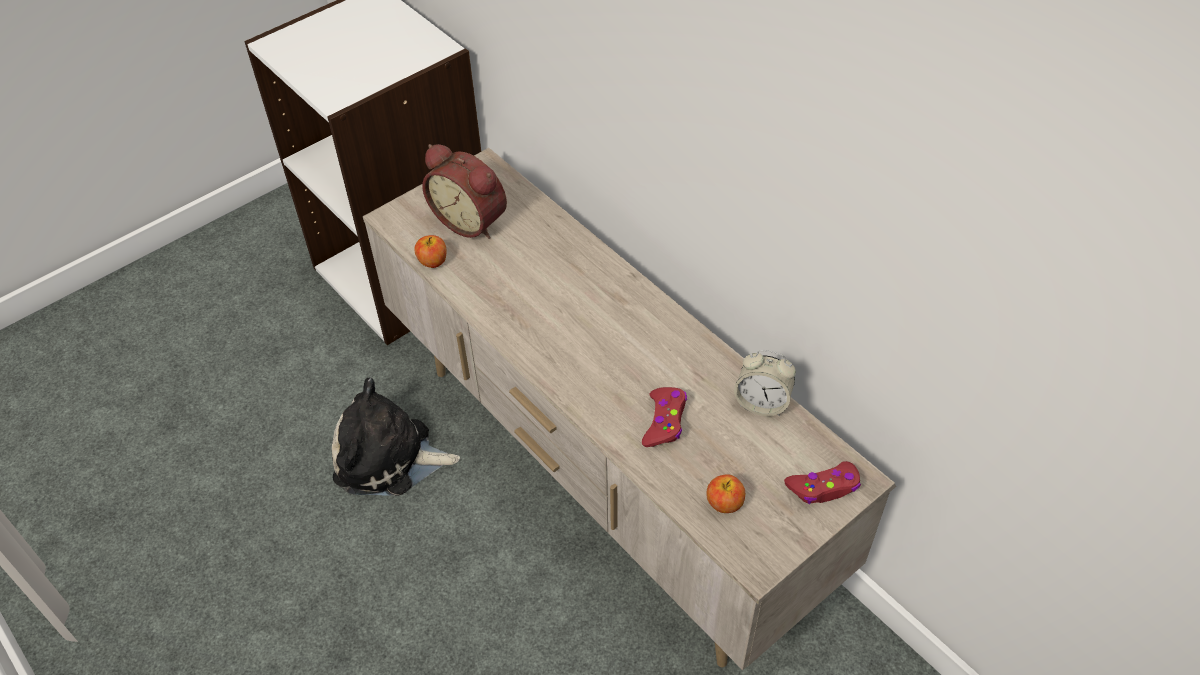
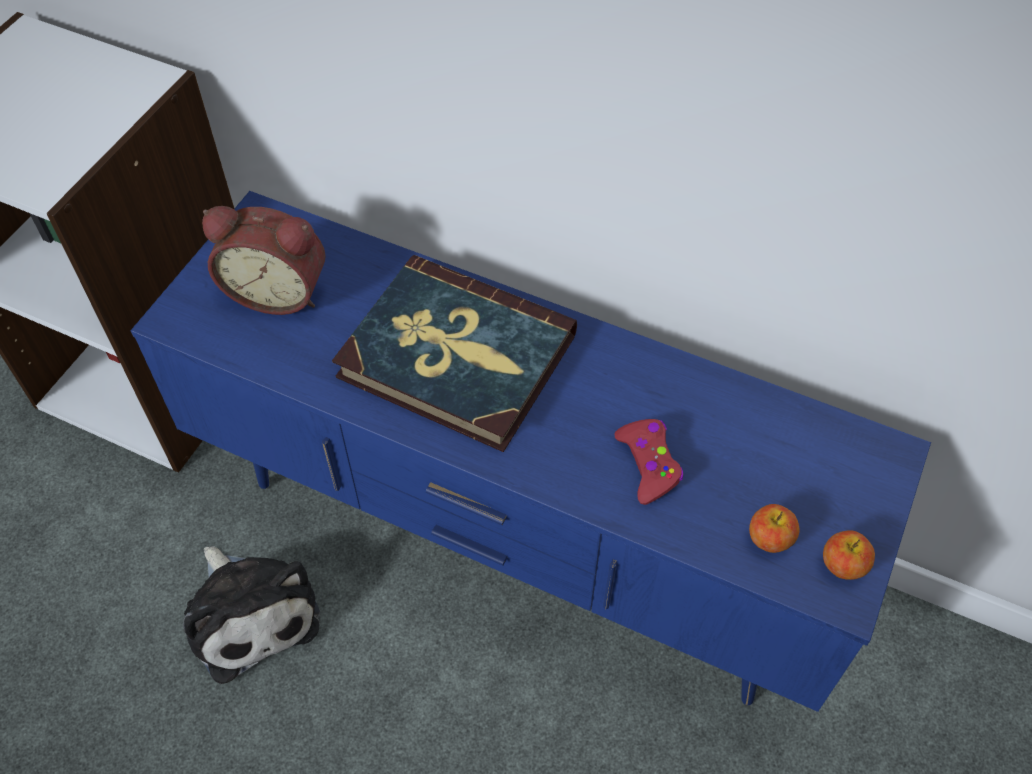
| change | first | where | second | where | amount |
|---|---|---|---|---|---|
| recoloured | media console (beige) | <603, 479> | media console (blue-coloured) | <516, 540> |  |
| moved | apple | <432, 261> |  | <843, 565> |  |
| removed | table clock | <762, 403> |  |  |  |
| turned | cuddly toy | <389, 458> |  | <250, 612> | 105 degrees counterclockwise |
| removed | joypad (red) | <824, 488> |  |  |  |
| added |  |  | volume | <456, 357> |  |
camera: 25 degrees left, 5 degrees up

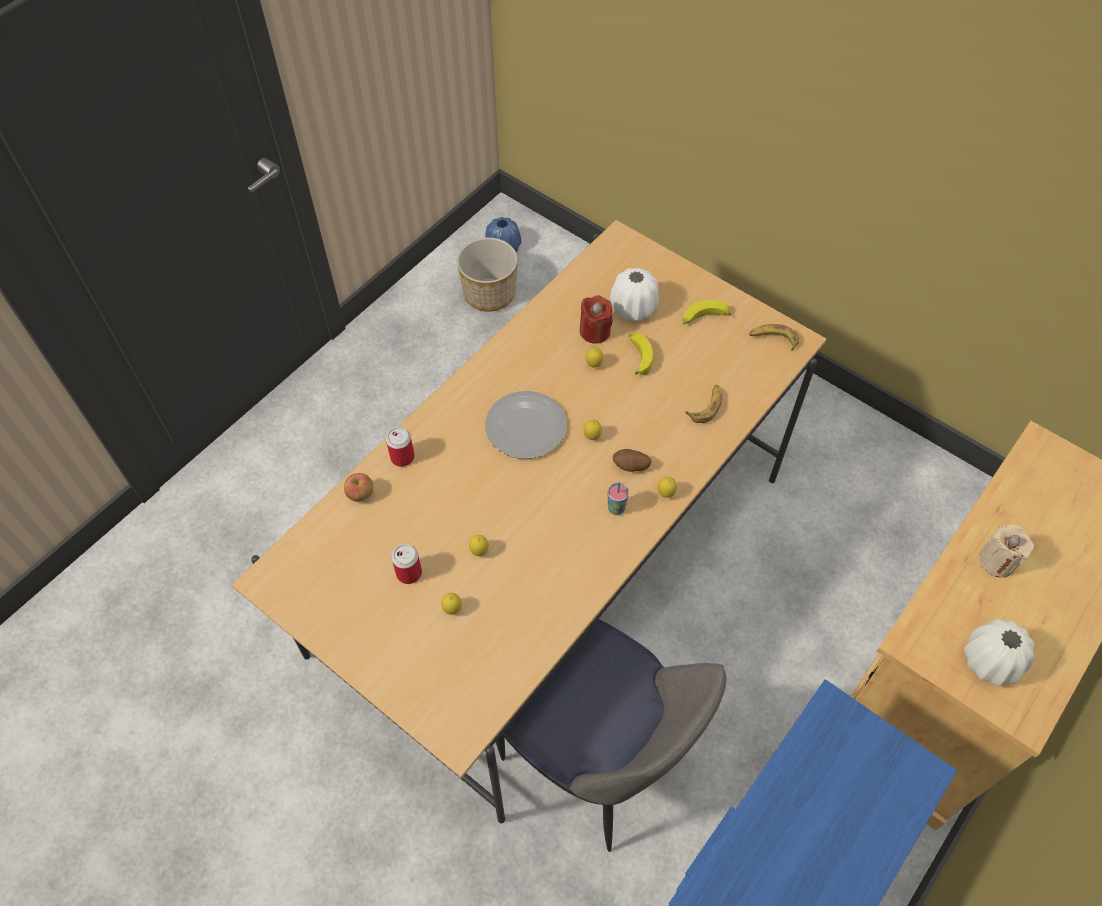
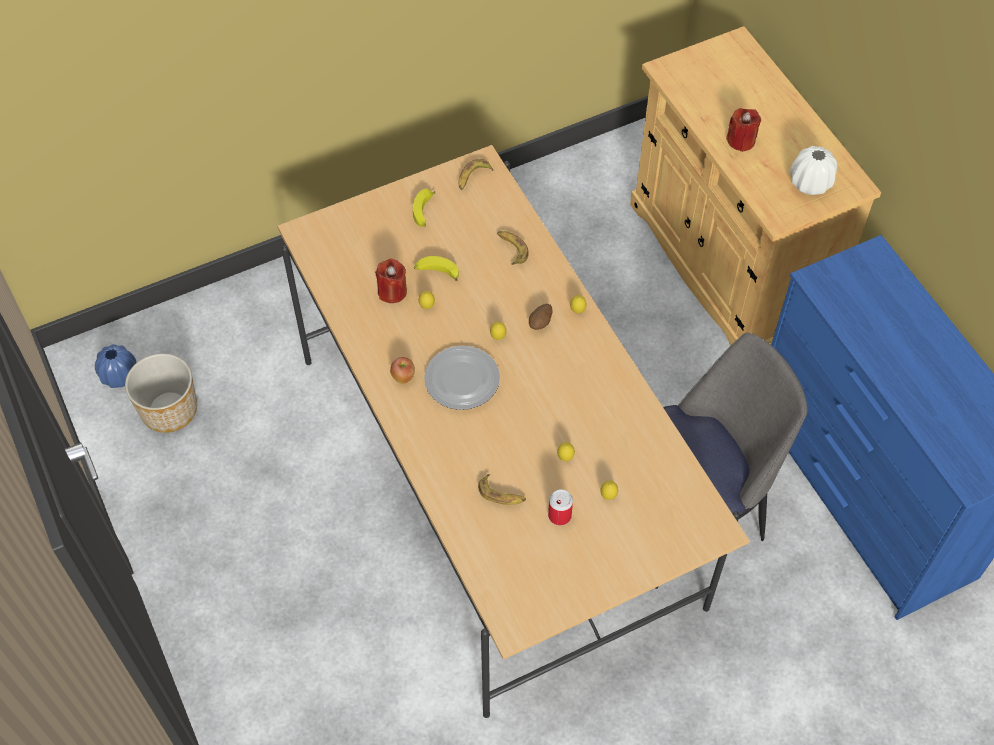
| change | first | where | second | where | amount |
|---|---|---|---|---|---|
| removed | decorative vase (white-coloured) | <633, 308> |  |  |  |
| removed | can | <402, 457> |  |  |  |
| moved | apple | <361, 495> |  | <403, 377> |  |
| removed | drinking cup | <616, 508> |  |  |  |
| recoloured | candle (beige) | <997, 561> | candle (red) | <741, 141> |  |
| added |  |  | banana fruit | <501, 494> |  |
camera: 65 degrees left, 0 degrees up

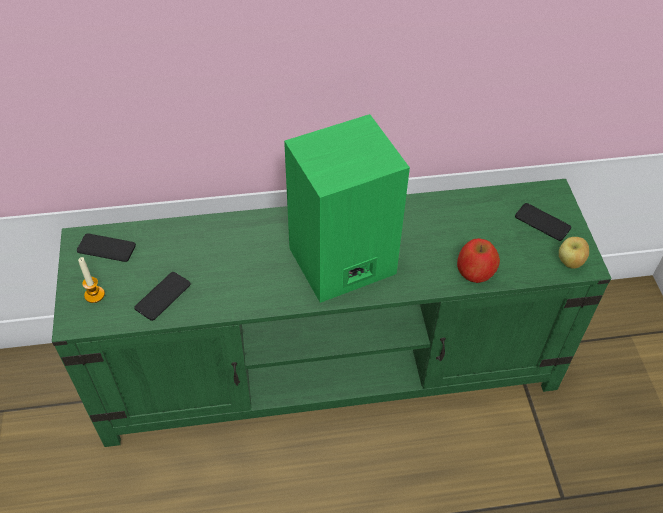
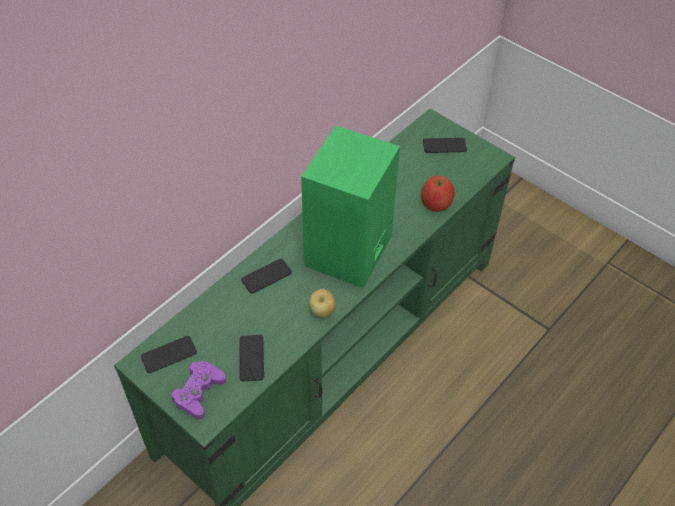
| change | first | where | second | where | amount |
|---|---|---|---|---|---|
| moved | apple | <570, 262> |  | <322, 312> |  |
| replaced | candle | <94, 295> | joypad (purple-coloured) | <199, 393> |  |
| added |  |  | telephone | <266, 276> |  |
camera: 40 degrees left, 0 degrees up

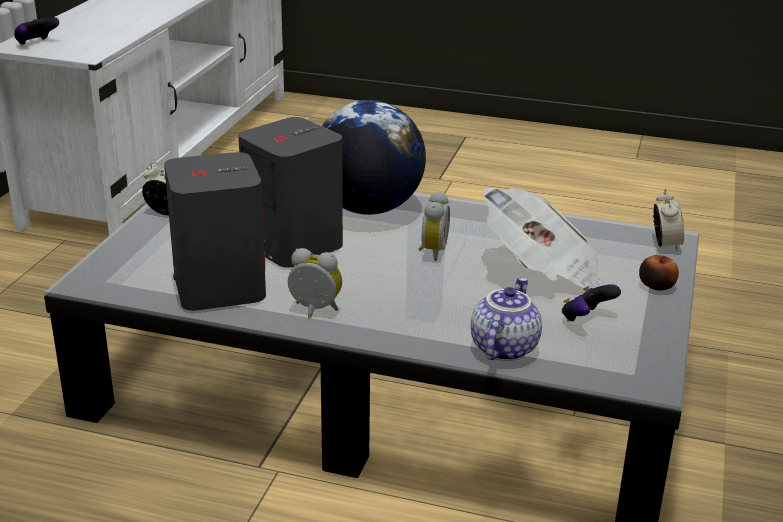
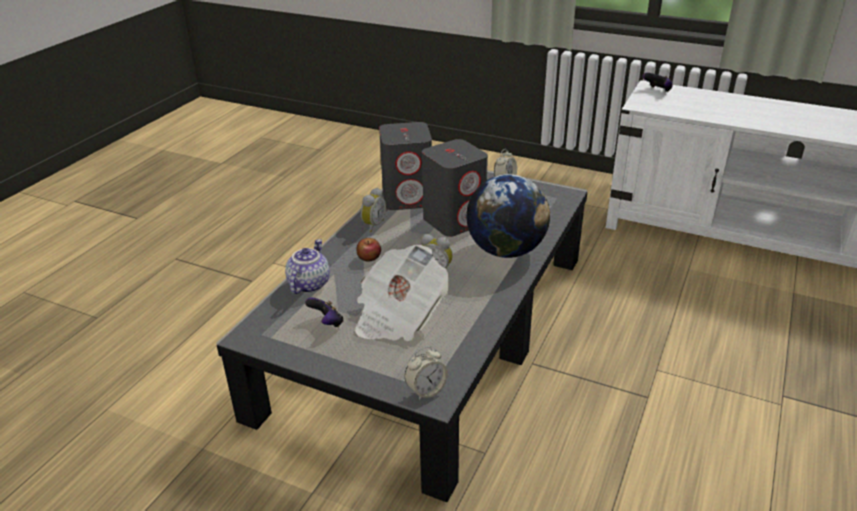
| change | first | where | second | where | amount |
|---|---|---|---|---|---|
| turned | table clock | <665, 244> |  | <426, 390> | 45 degrees counterclockwise |
| moved | apple | <656, 285> |  | <369, 257> |  |
| turned | pot for tea | <502, 347> |  | <308, 284> | 105 degrees counterclockwise |
camera: 100 degrees right, 5 degrees up

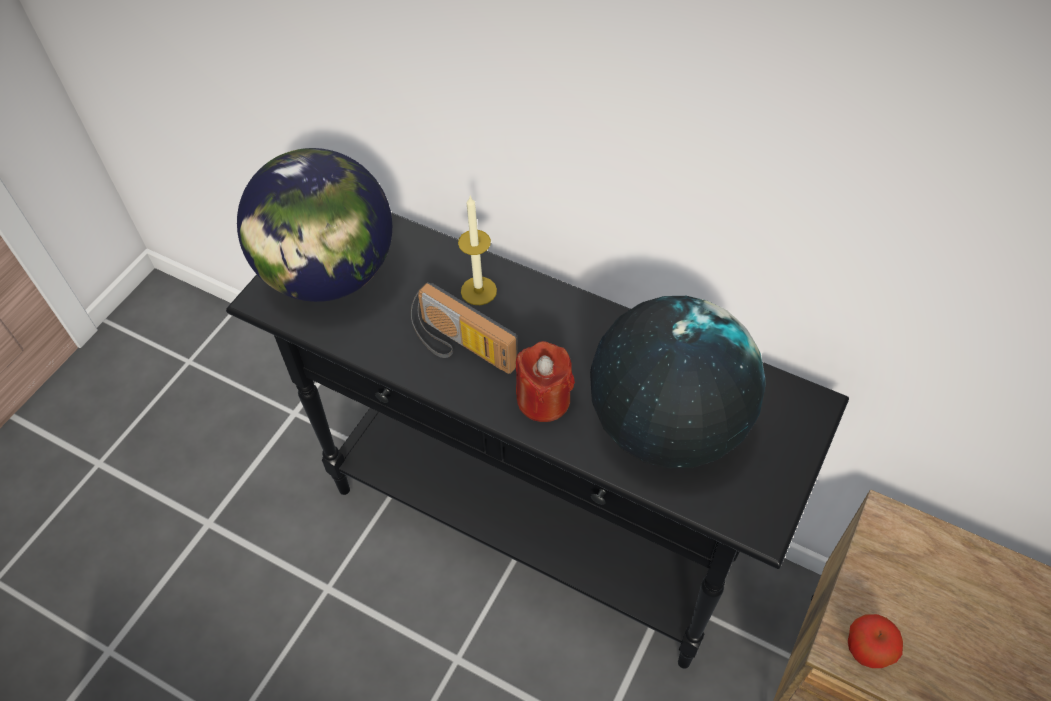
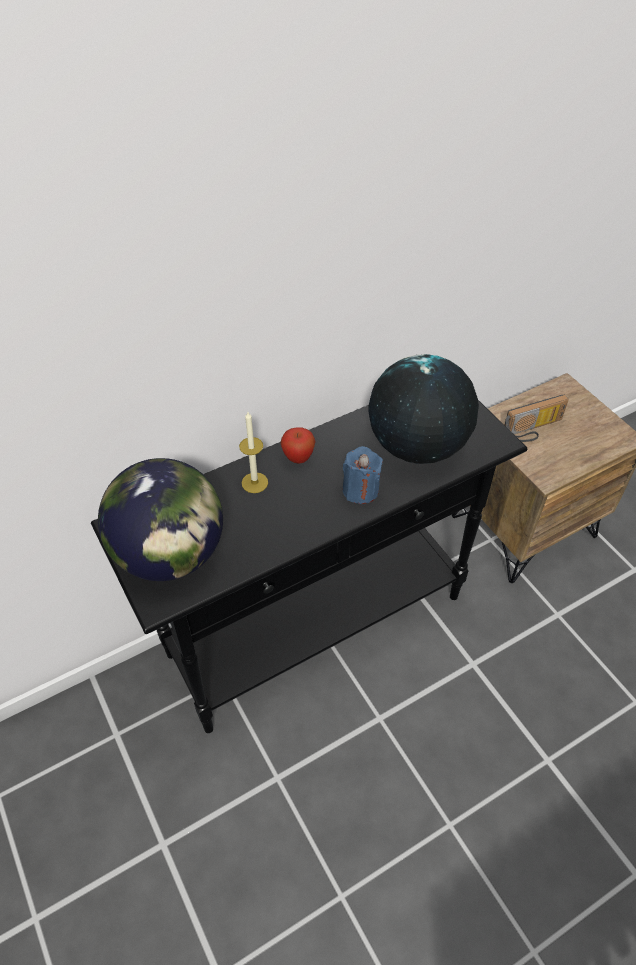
| change | first | where | second | where | amount |
|---|---|---|---|---|---|
| moved | radio set | <459, 348> |  | <533, 430> |  |
| recoloured | candle (red) | <543, 399> | candle (blue-coloured) | <360, 490> |  |
| moved | apple | <865, 652> |  | <298, 458> |  |
camera: 60 degrees left, 5 degrees down

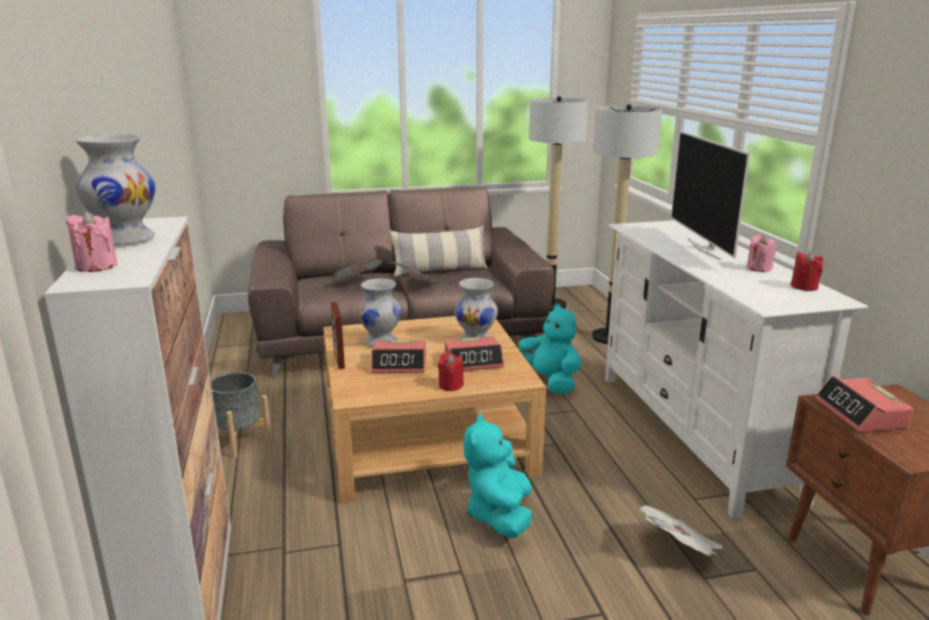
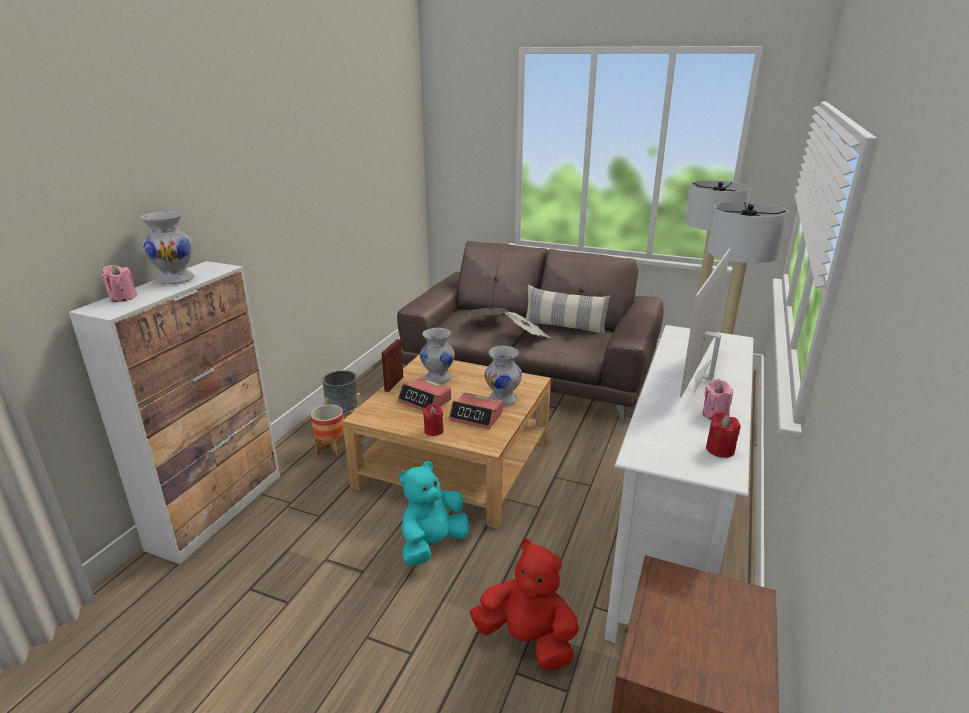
| change | first | where | second | where | amount |
|---|---|---|---|---|---|
| removed | cuddly toy (turquoise-coloured) | <548, 382> |  |  |  |
| removed | table clock | <861, 414> |  |  |  |
| replaced | daily paper | <680, 549> | cuddly toy (red) | <527, 640> |  |
| added |  |  | planter | <331, 448> |  |
camera: 35 degrees right, 5 degrees up

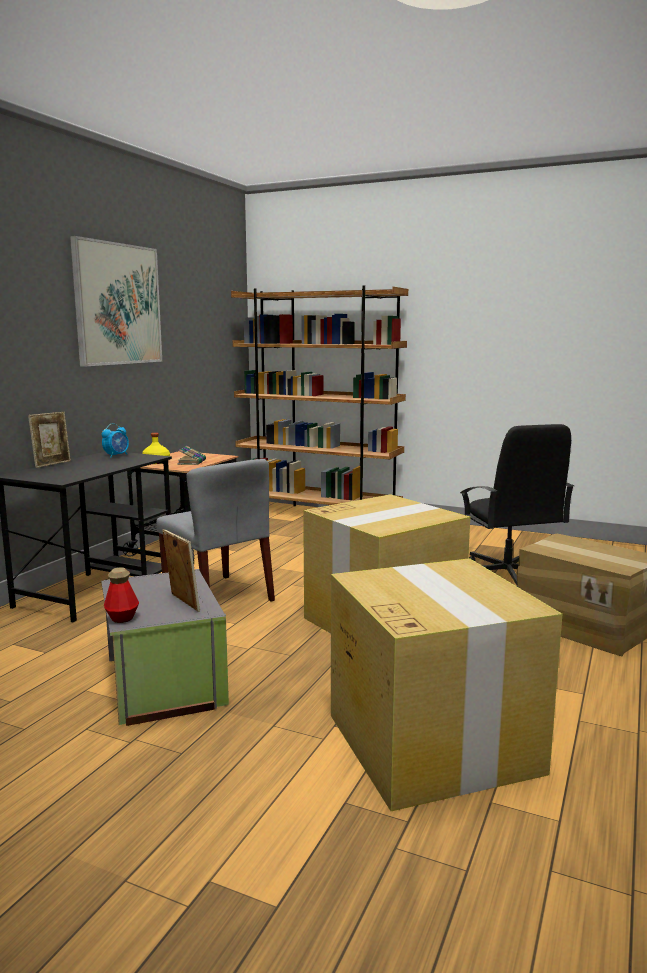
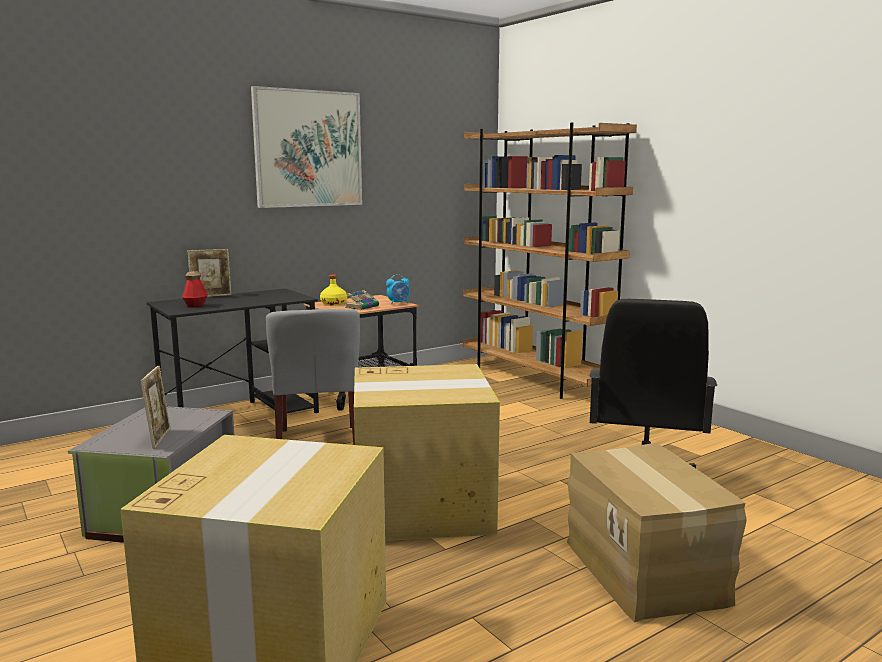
| change | first | where | second | where | amount |
|---|---|---|---|---|---|
| moved | table clock | <116, 456> |  | <398, 303> |  |
| moved | bottle | <122, 618> |  | <195, 305> |  |
camera: 30 degrees right, 0 degrees up

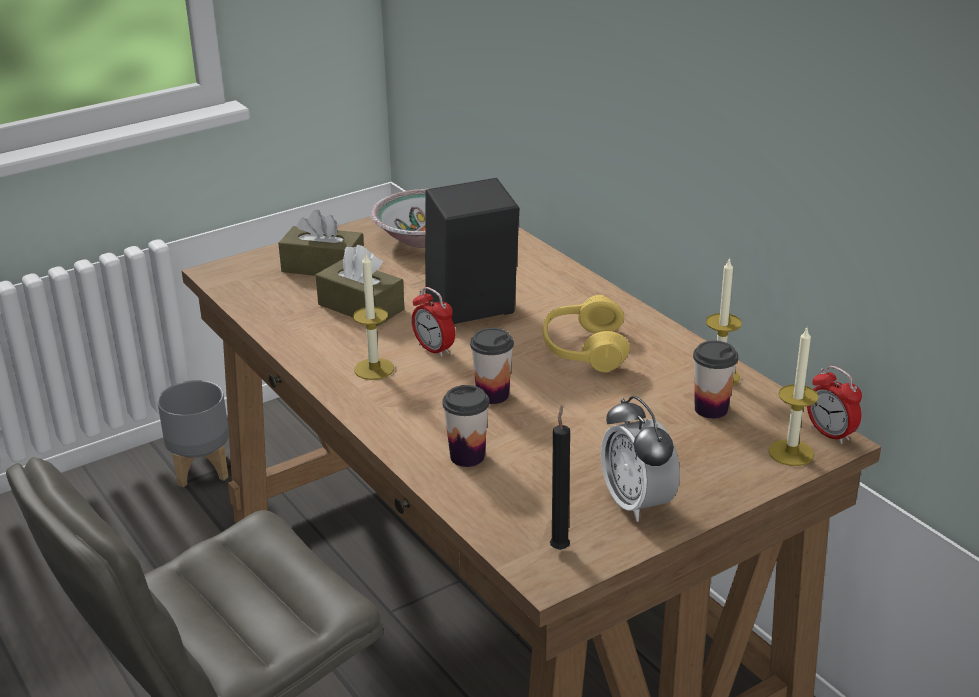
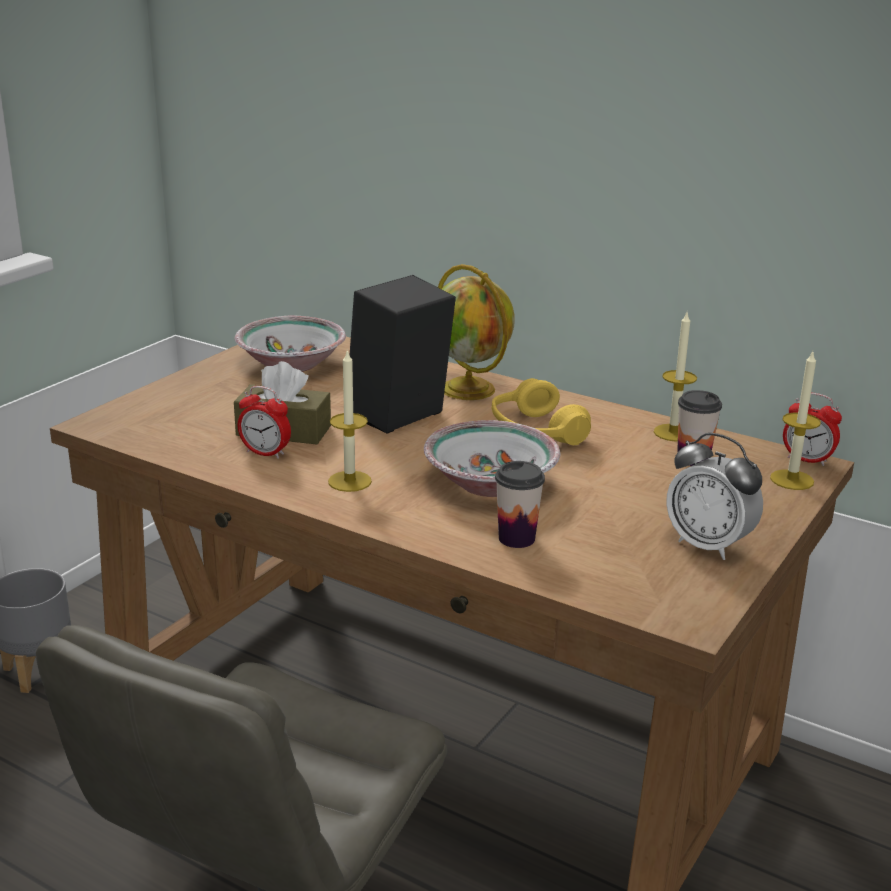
| change | first | where | second | where | amount |
|---|---|---|---|---|---|
| removed | box of tissues (brown) | <323, 267> |  |  |  |
| moved | table clock | <434, 349> |  | <265, 453> |  |
| replaced | drinking cup | <492, 395> | deep dish | <489, 483> |  |
| removed | candle (black) | <560, 547> |  |  |  |
| added |  |  | globe | <469, 390> |  |
camera: 25 degrees left, 5 degrees down

